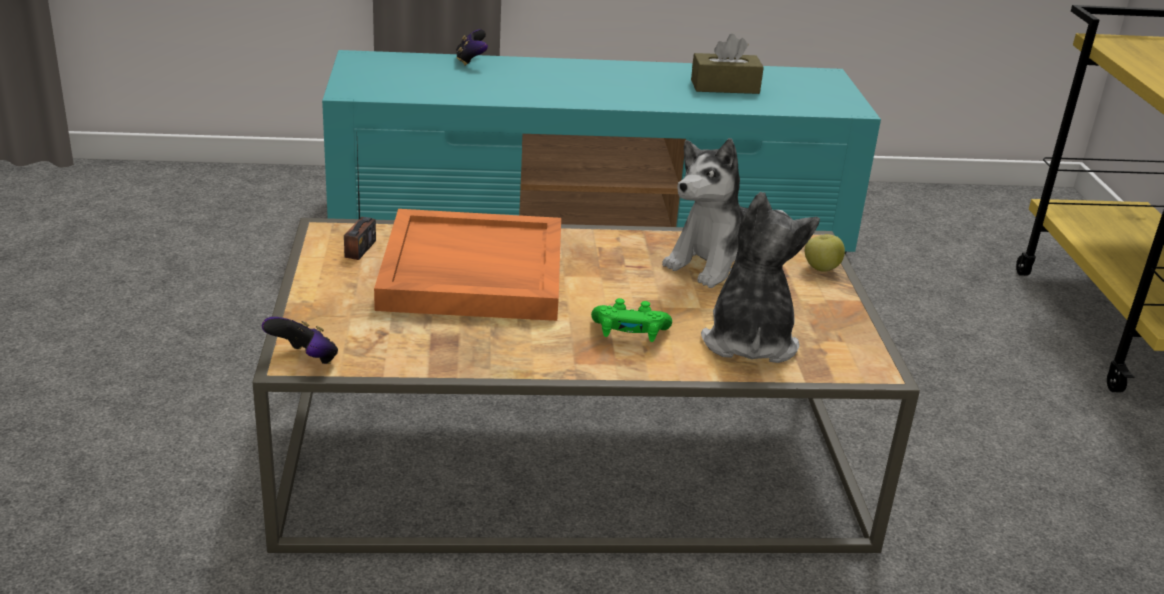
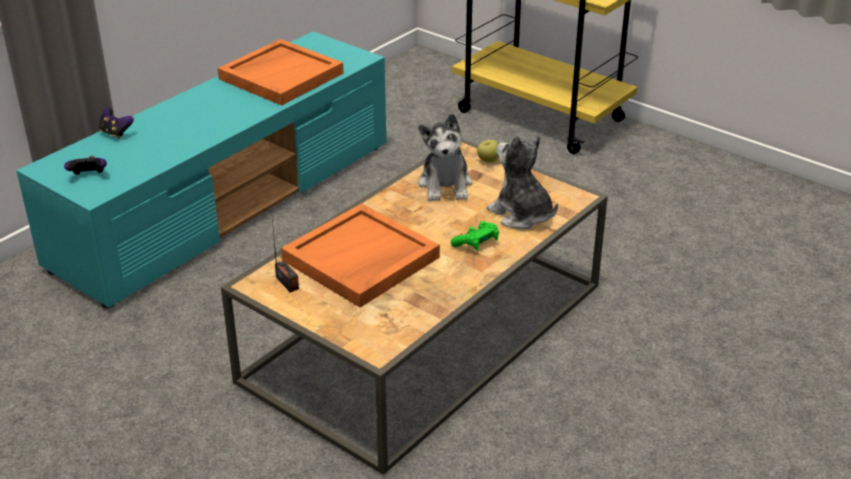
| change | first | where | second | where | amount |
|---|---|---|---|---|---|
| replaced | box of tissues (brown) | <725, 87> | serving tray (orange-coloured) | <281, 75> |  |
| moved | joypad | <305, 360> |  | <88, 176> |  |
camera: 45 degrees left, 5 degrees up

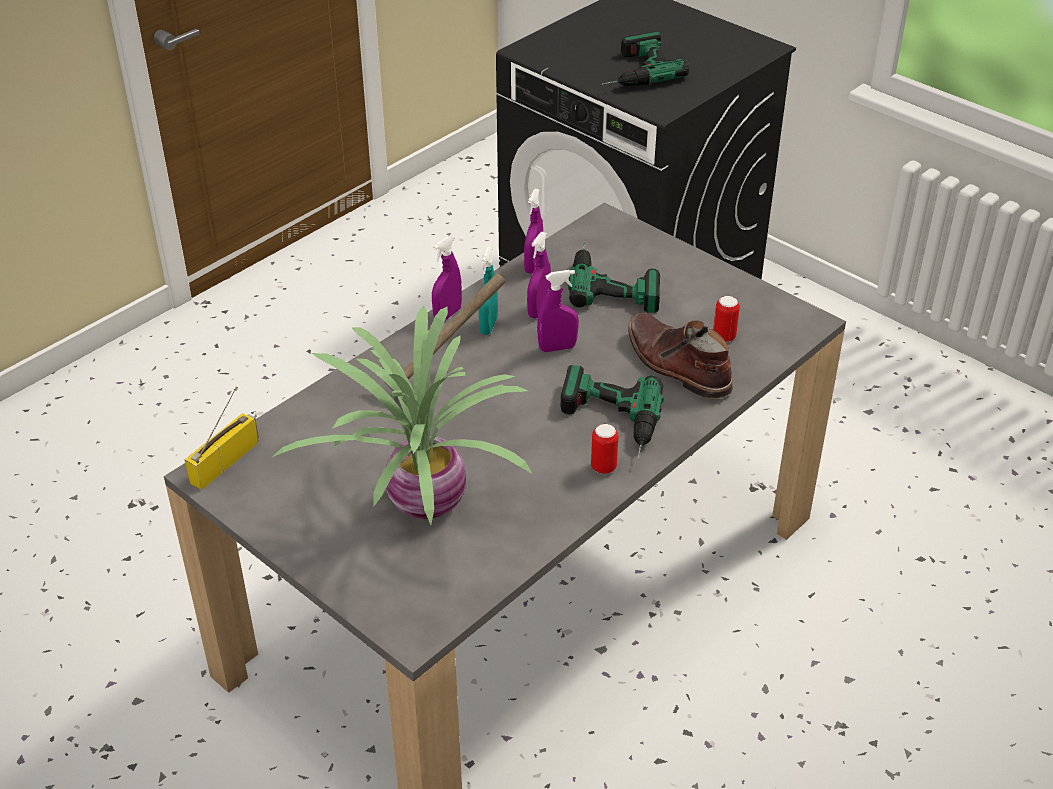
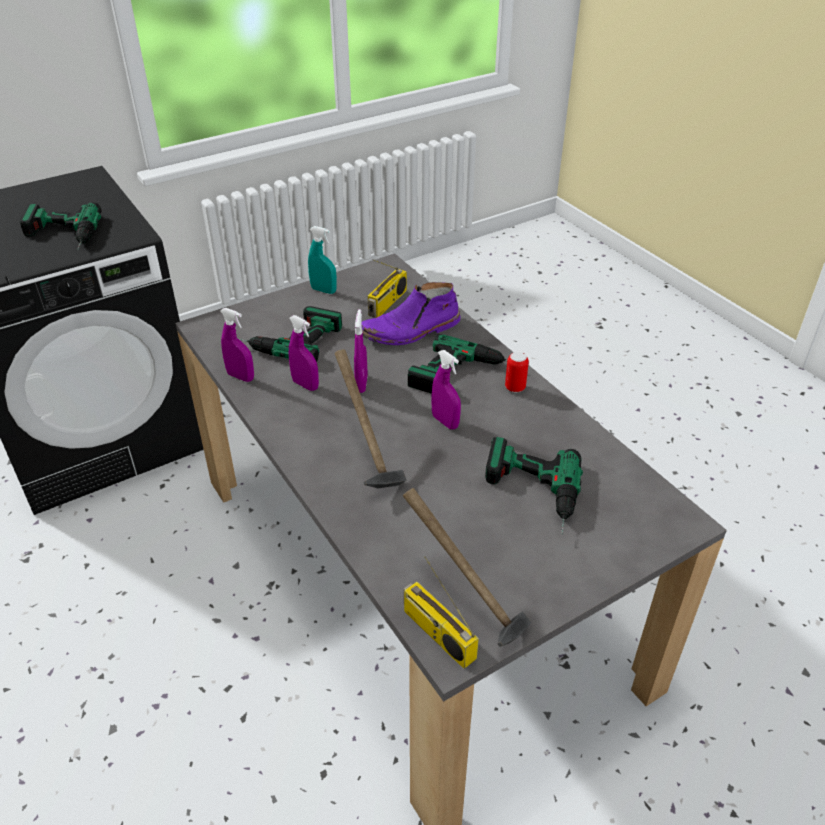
| change | first | where | second | where | amount |
|---|---|---|---|---|---|
| moved | spray bottle (purple-coloured) | <447, 314> |  | <445, 422> |  |
| moved | spray bottle (turquoise-coloured) | <488, 326> |  | <323, 290> |  |
| replaced | can | <724, 337> | radio set | <387, 303> |  |
| replaced | plant in a pot | <422, 501> | electric drill | <530, 494> |  |
| recoloured | tall boot (brown) | <676, 365> | tall boot (purple-coloured) | <410, 331> |  |
| added |  |  | tool hammer | <464, 604> |  |
camera: 75 degrees left, 0 degrees up

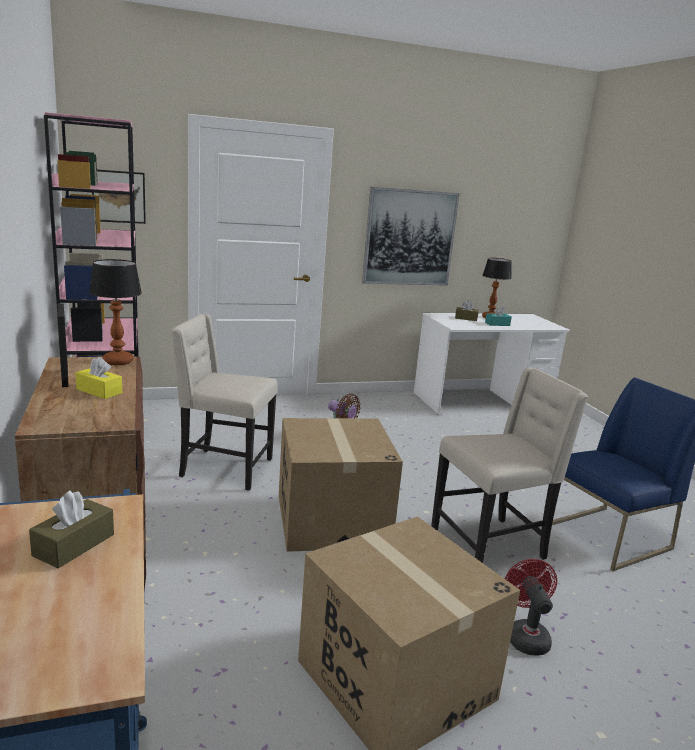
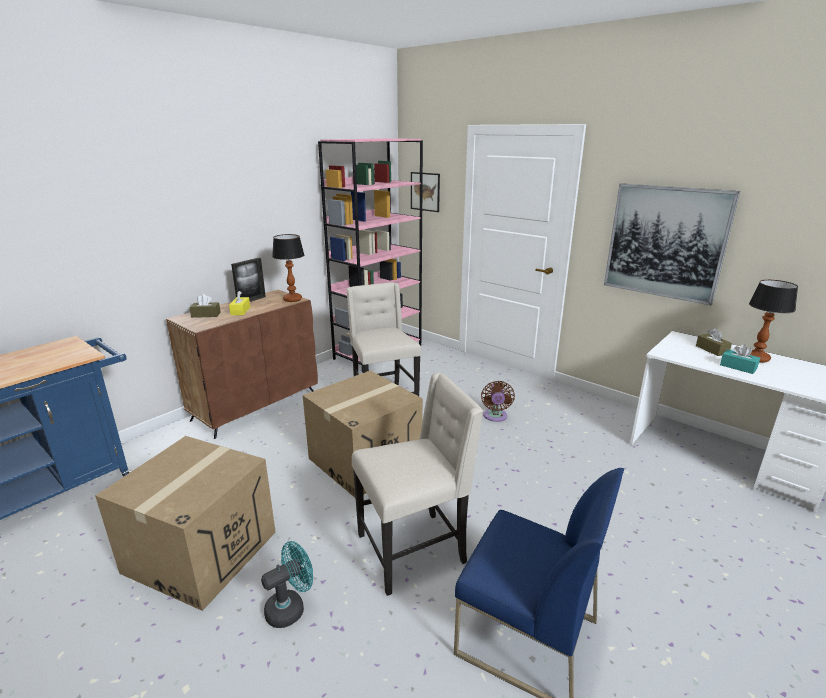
| change | first | where | second | where | amount |
|---|---|---|---|---|---|
| turned | plain chair (beige) | <490, 544> |  | <414, 549> | 60 degrees counterclockwise |
| moved | box of tissues (brown) | <74, 545> |  | <206, 315> |  |
| recoloured | cooling fan (red) | <525, 635> | cooling fan (turquoise-coloured) | <290, 607> |  |
camera: 60 degrees right, 5 degrees up

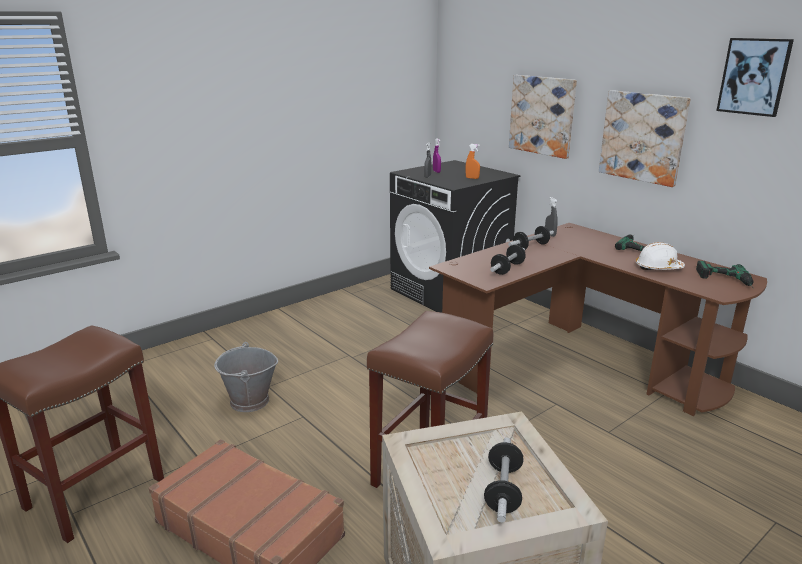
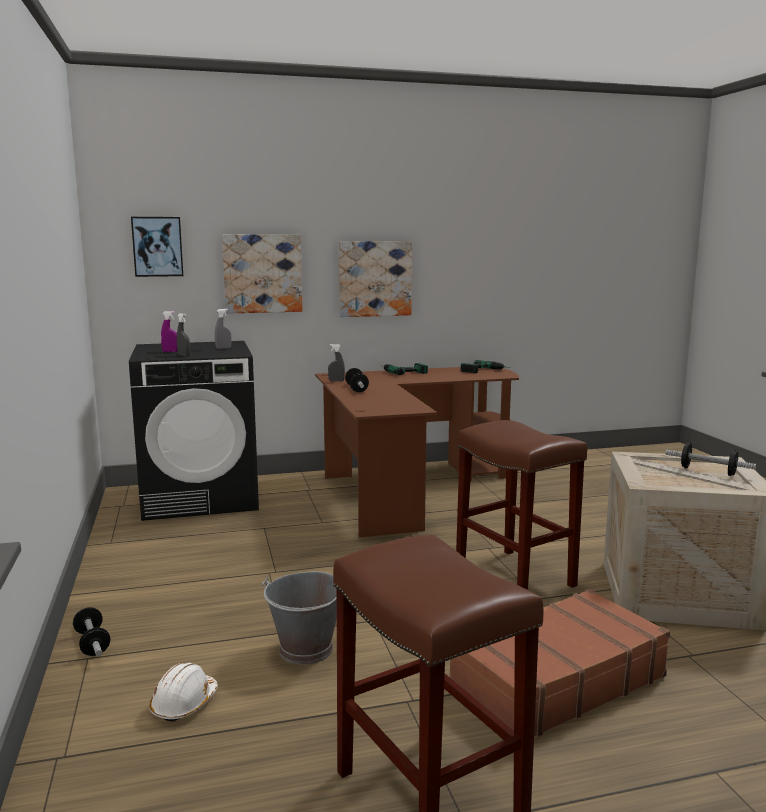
| change | first | where | second | where | amount |
|---|---|---|---|---|---|
| moved | wall picture | <754, 76> |  | <157, 246> |  |
| recoloured | spray bottle (orange-coloured) | <472, 178> | spray bottle (greyish) | <223, 348> |  |
| moved | work helmet (white-coloured) | <658, 268> |  | <184, 704> |  |
| moved | dumbbell | <507, 269> |  | <92, 643> |  |
camera: 65 degrees left, 10 degrees down

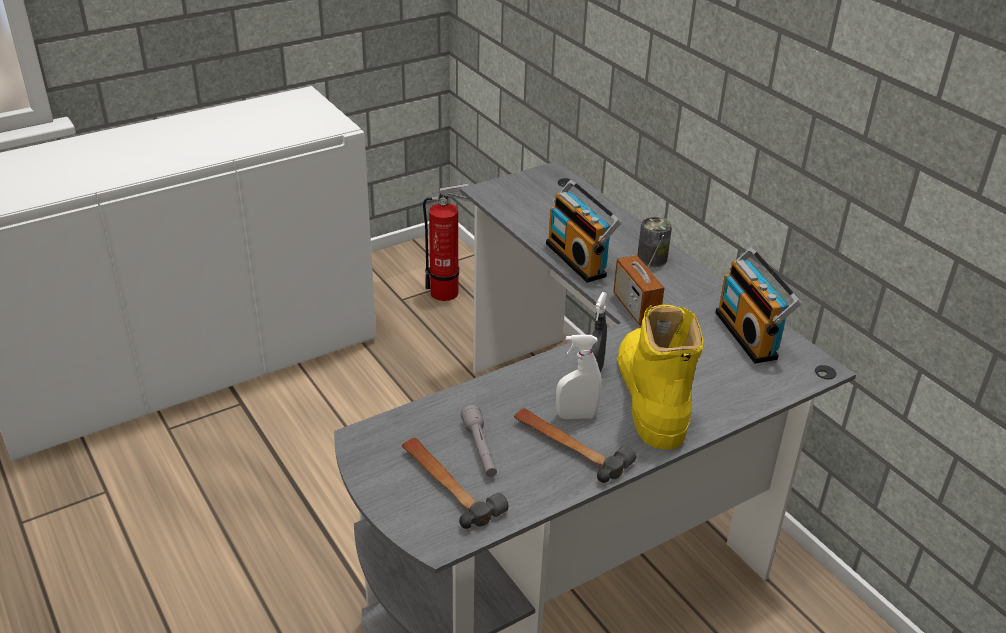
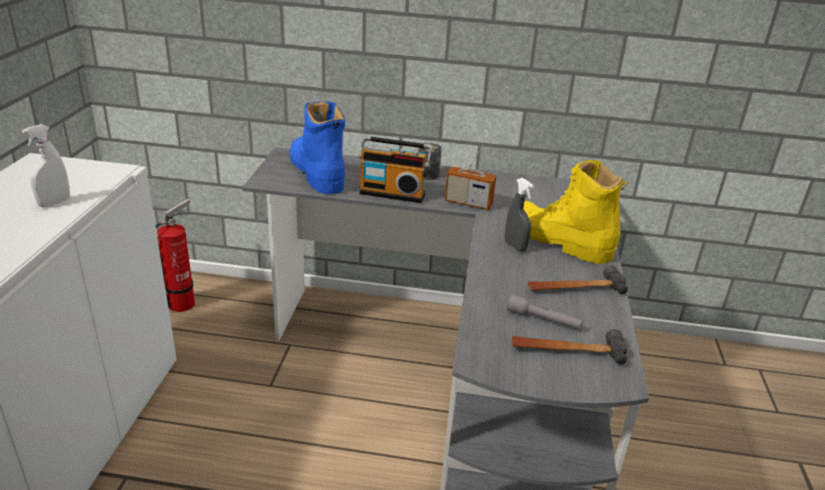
| change | first | where | second | where | amount |
|---|---|---|---|---|---|
| removed | radio set | <750, 335> |  |  |  |
| moved | spray bottle (white-coloured) | <576, 416> |  | <54, 202> |  |
| added |  |  | tall boot (blue-coloured) | <317, 173> |  |
camera: 50 degrees left, 5 degrees down

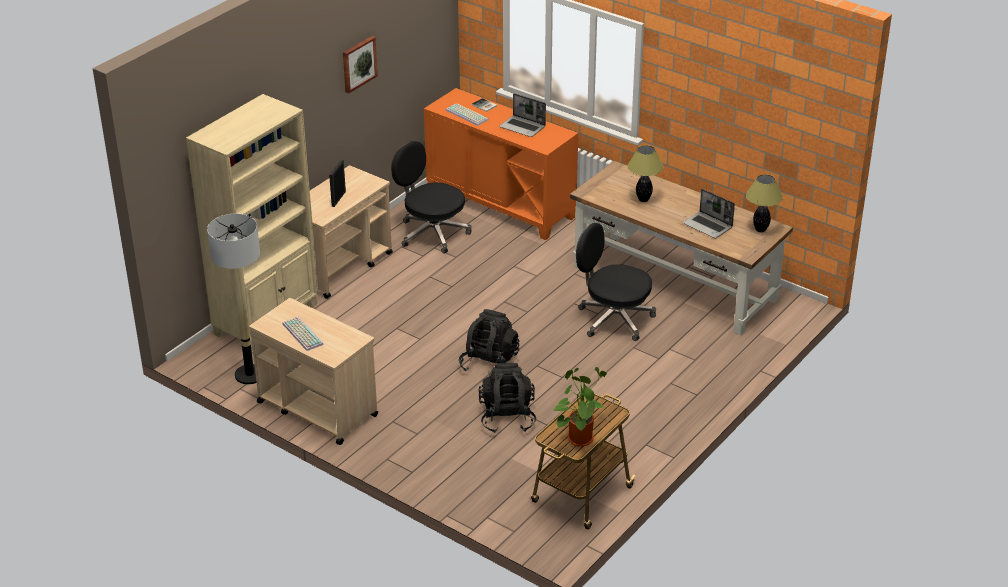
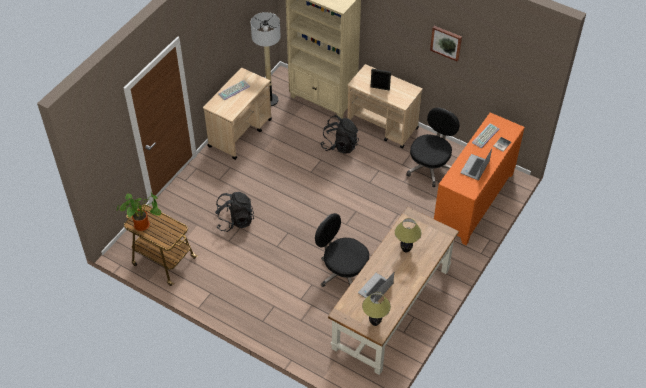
| change | first | where | second | where | amount |
|---|---|---|---|---|---|
| turned | computer chair (black) | <613, 319> |  | <343, 272> | 75 degrees counterclockwise |
| moved | backpack (black) | <489, 363> |  | <340, 145> |  |
camera: 85 degrees right, 15 degrees up

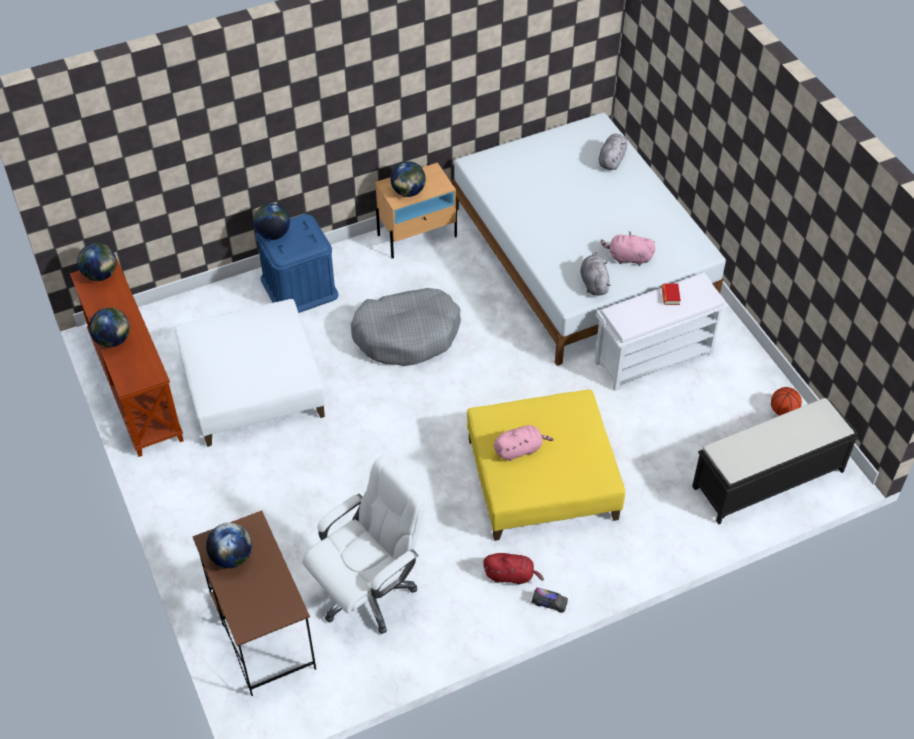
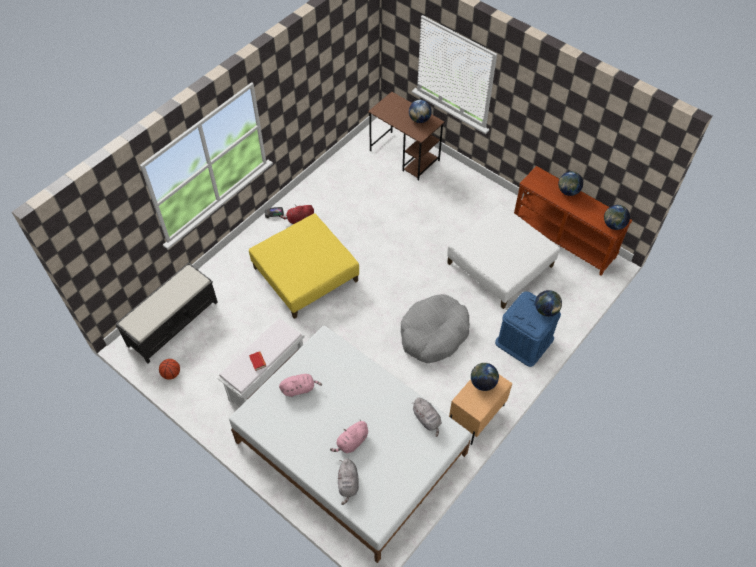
| change | first | where | second | where | amount |
|---|---|---|---|---|---|
| moved | cuddly toy (greyish) | <594, 283> |  | <427, 419> |  |
| moved | cuddly toy (pink) | <519, 449> |  | <351, 442> |  |
| removed | computer chair (white-coloured) | <368, 592> |  |  |  |
camera: 155 degrees right, 5 degrees up

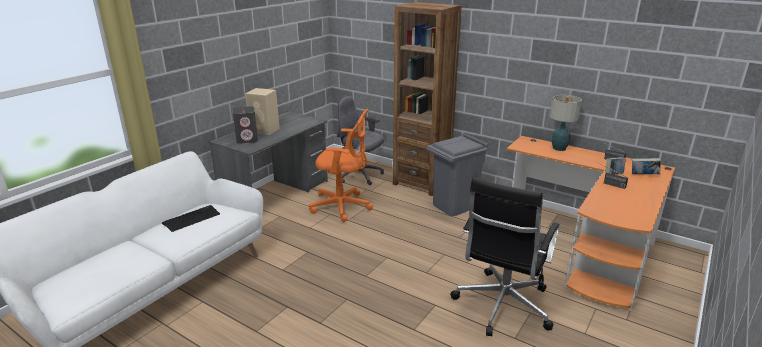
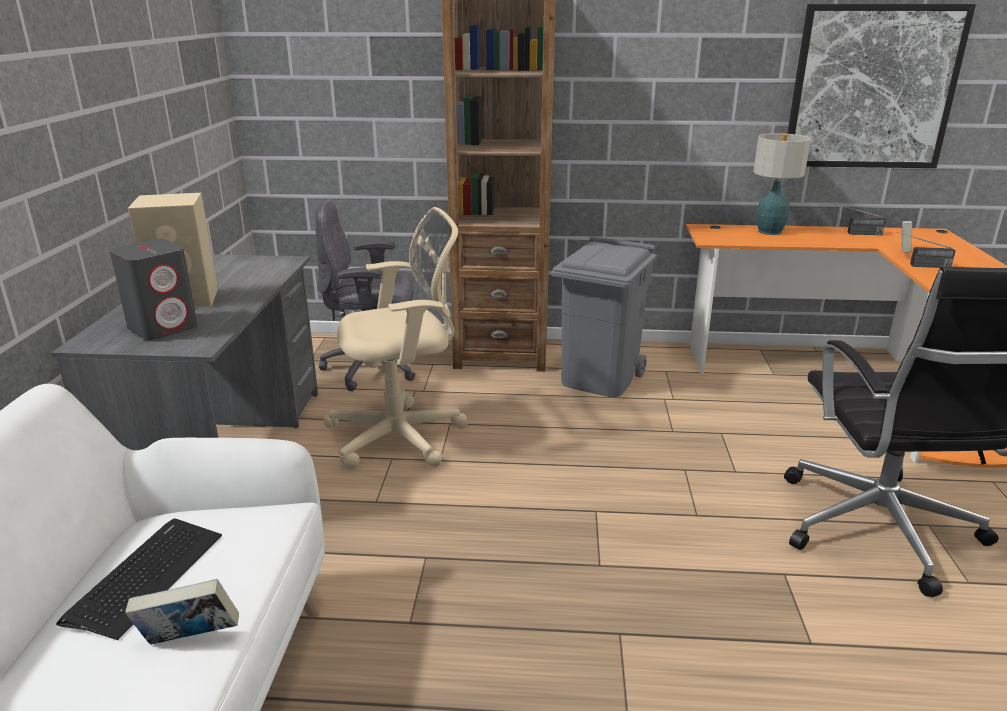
| change | first | where | second | where | amount |
|---|---|---|---|---|---|
| recoloured | computer chair (orange-coloured) | <343, 206> | computer chair (beige) | <402, 436> |  |
| moved | volume | <643, 175> |  | <190, 640> |  |
| added |  |  | wall picture | <872, 88> |  |
camera: 30 degrees left, 0 degrees up

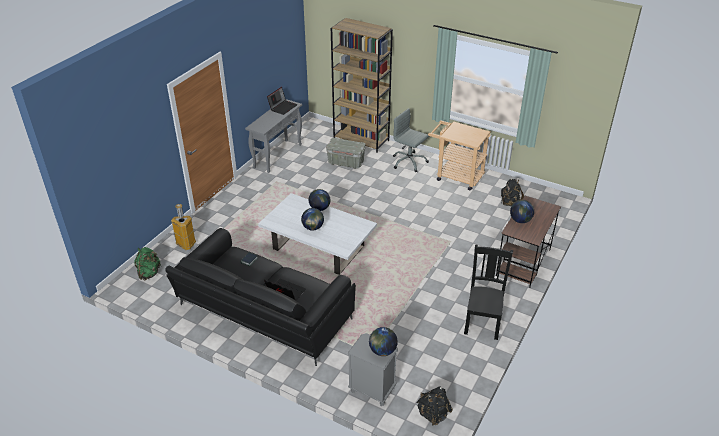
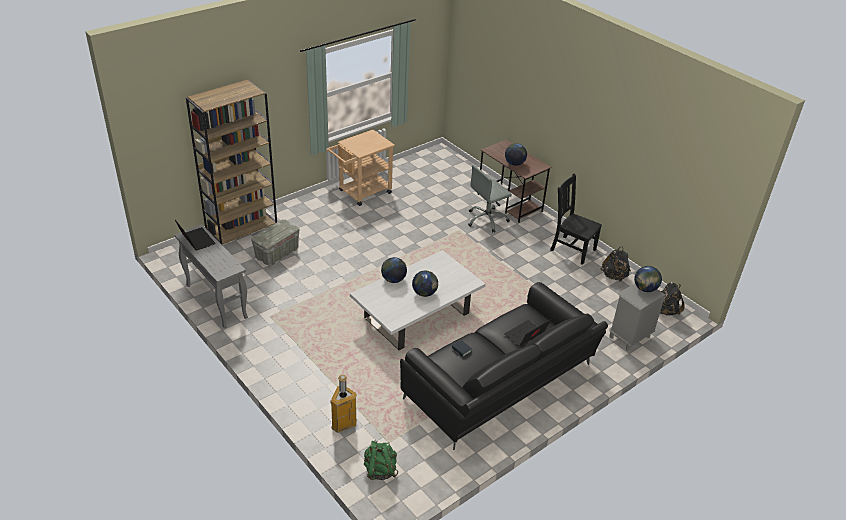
| change | first | where | second | where | amount |
|---|---|---|---|---|---|
| moved | computer chair (greyish) | <409, 162> |  | <487, 220> |  |
| moved | backpack (black) | <510, 203> |  | <614, 276> |  |
camera: 70 degrees left, 0 degrees up

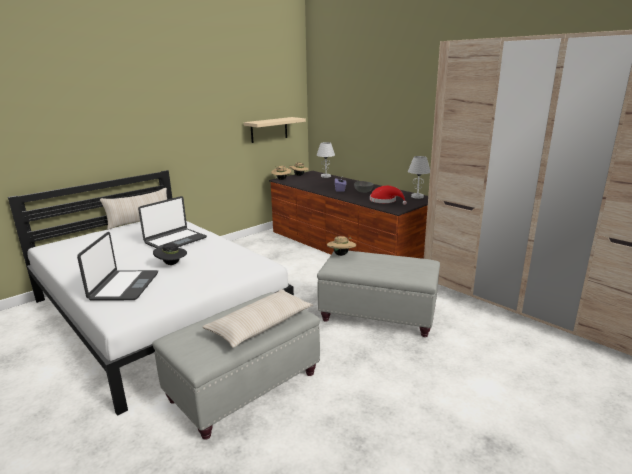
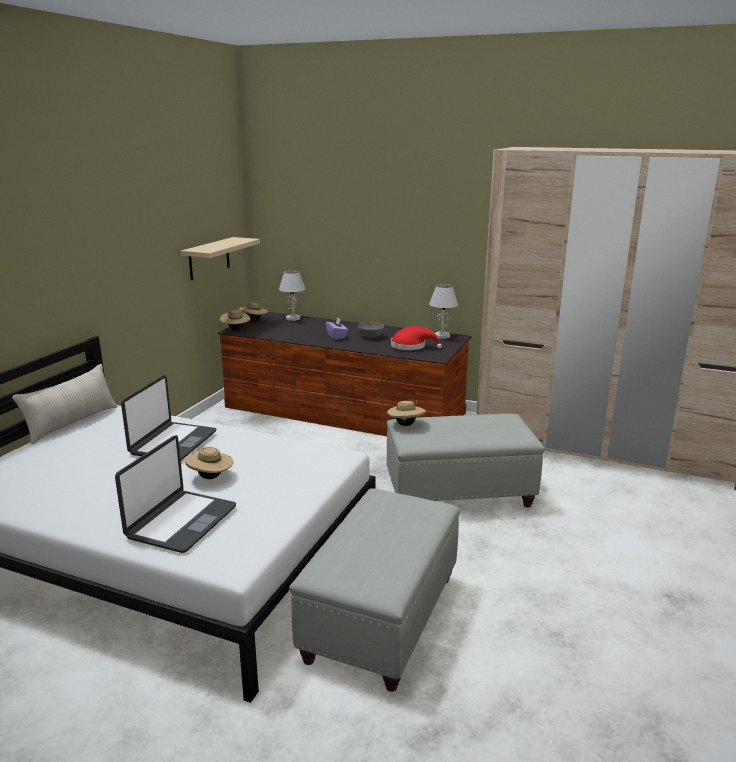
| change | first | where | second | where | amount |
|---|---|---|---|---|---|
| turned | notebook computer | <124, 286> |  | <181, 522> | 45 degrees clockwise |
| recoloured | hat (black) | <171, 264> | hat (beige) | <210, 477> |  |
| removed | throw pillow (beige) | <261, 325> |  |  |  |
camera: 25 degrees left, 0 degrees up

